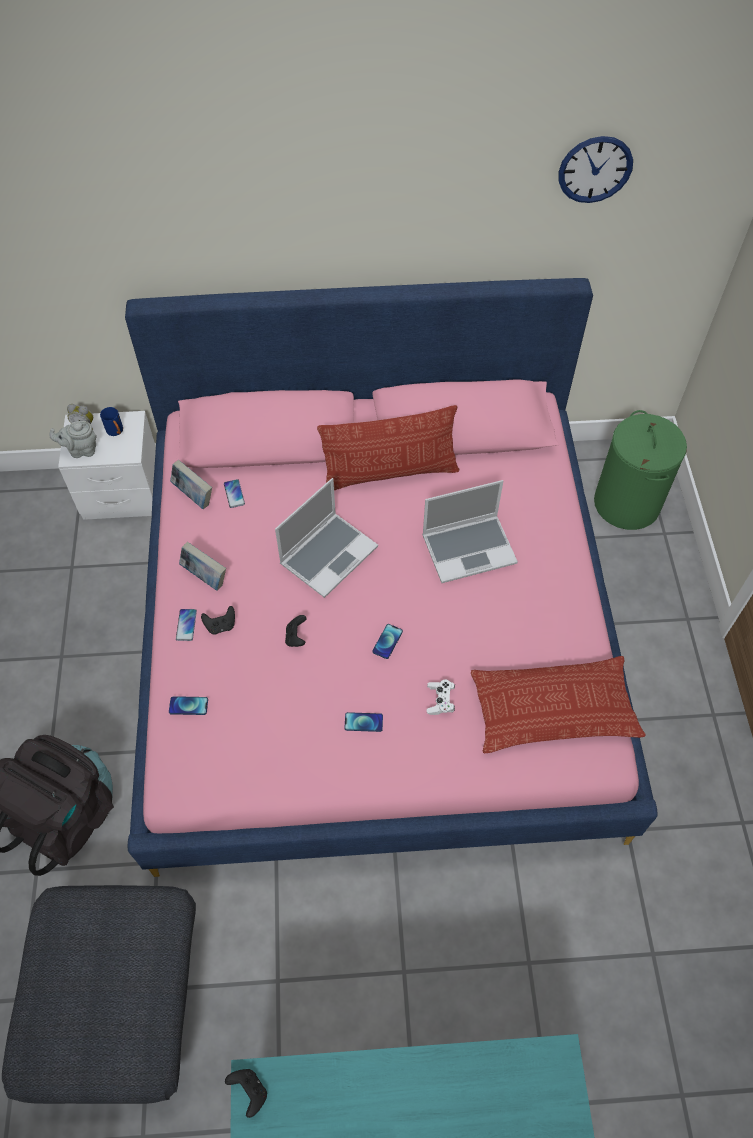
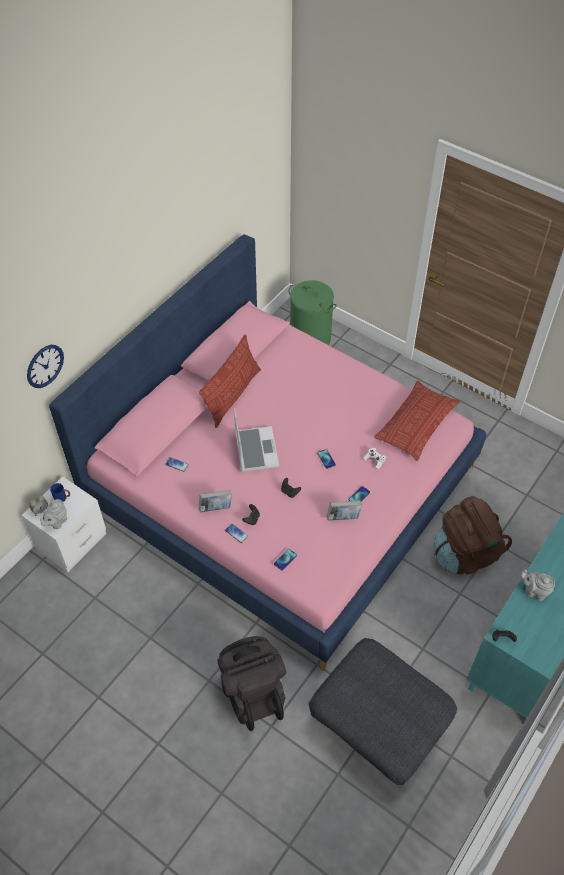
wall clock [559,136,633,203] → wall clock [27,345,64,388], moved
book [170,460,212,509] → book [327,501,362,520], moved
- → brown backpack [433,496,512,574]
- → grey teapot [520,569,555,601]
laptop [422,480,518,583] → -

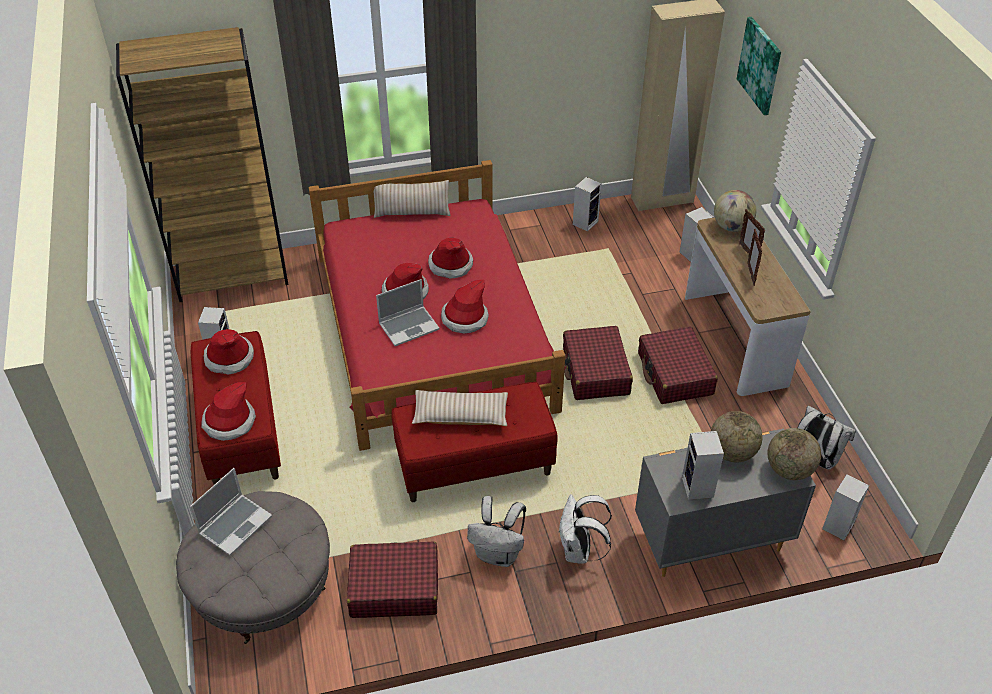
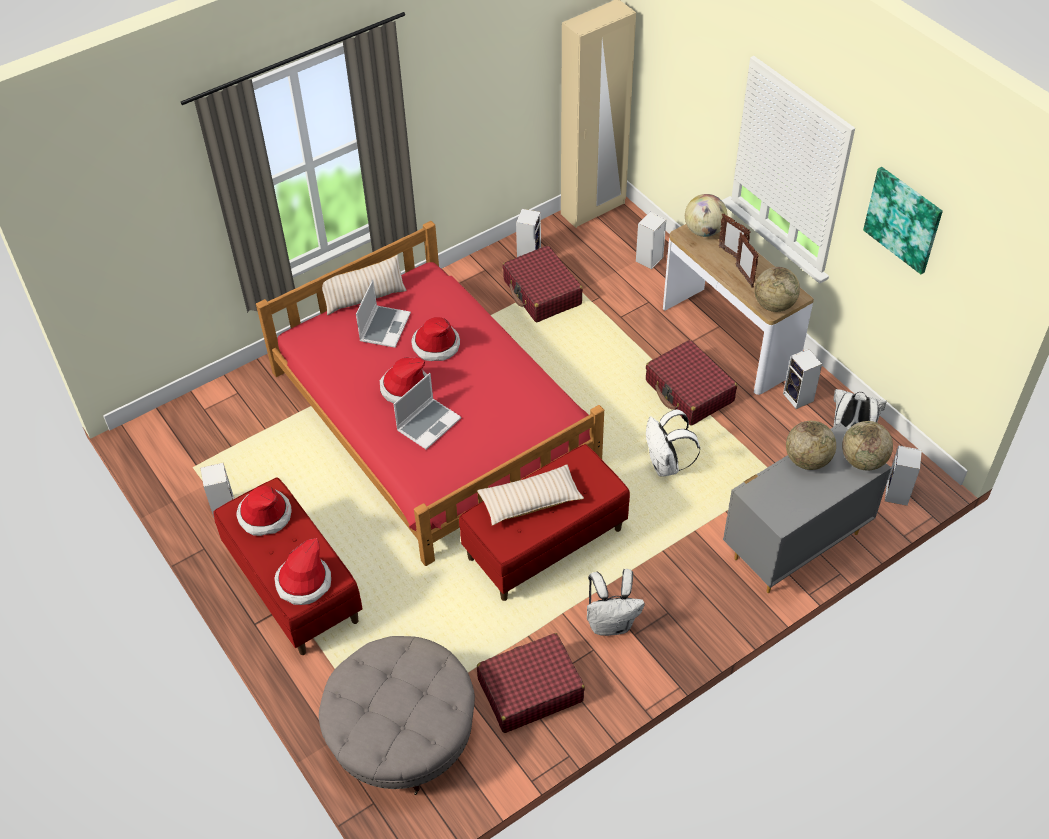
laptop [190,468,272,556] → laptop [356,280,411,348], moved
red suitcase [563,326,633,400] → red suitcase [502,245,583,322], moved
white backpack [558,494,612,564] → white backpack [646,409,700,477], moved
- → globe [754,267,800,312]
speaker [682,431,724,500] → speaker [783,349,822,409], moved
picture [737,17,781,115] → picture [863,167,943,274], moved
brown bookcase [116,27,288,302] → -
hat [441,280,489,334] → -

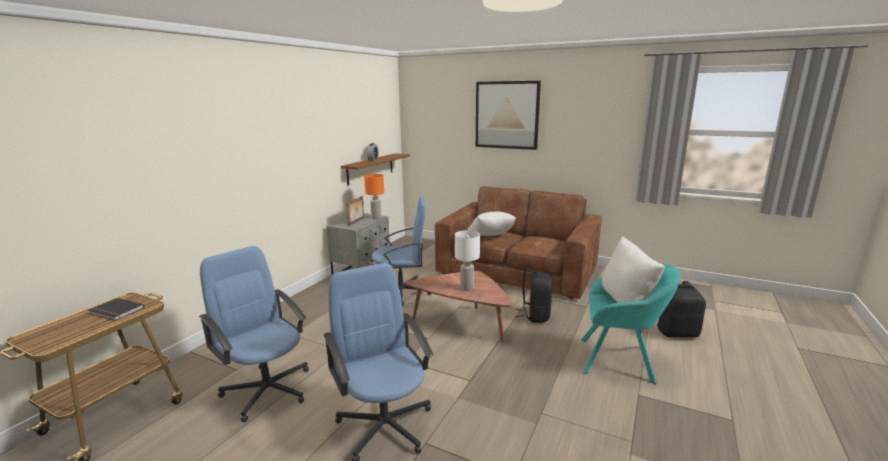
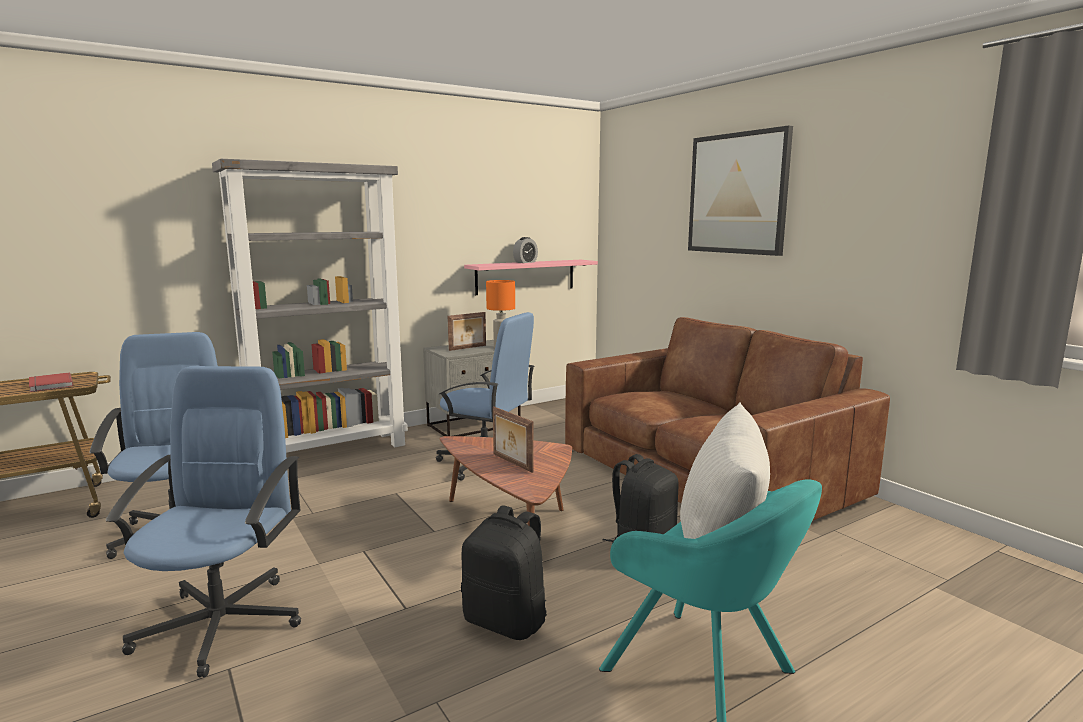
black book [89,298,144,321] → red book [29,372,73,392]
- → grey bookcase [212,159,408,453]
black backpack [657,281,706,337] → black backpack [461,505,547,640], moved
brown shelf [341,153,410,185] → pink shelf [464,260,598,295]
white table lamp [455,230,480,291] → picture frame [493,406,534,473]
white pillow [468,212,516,236] → -

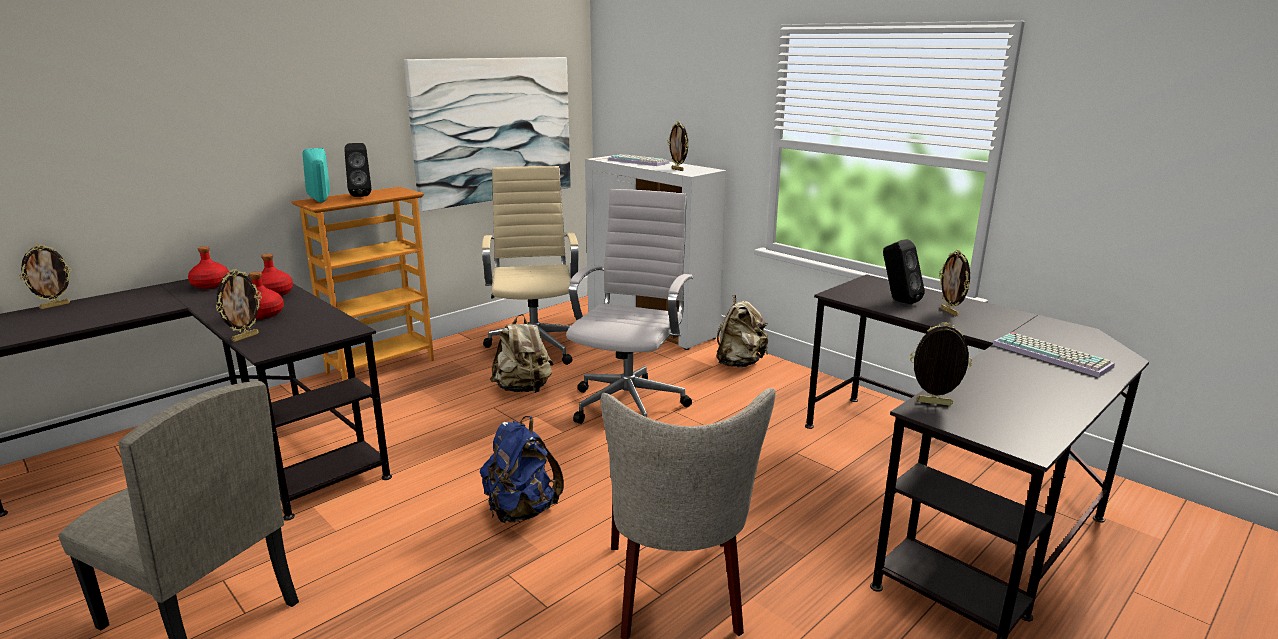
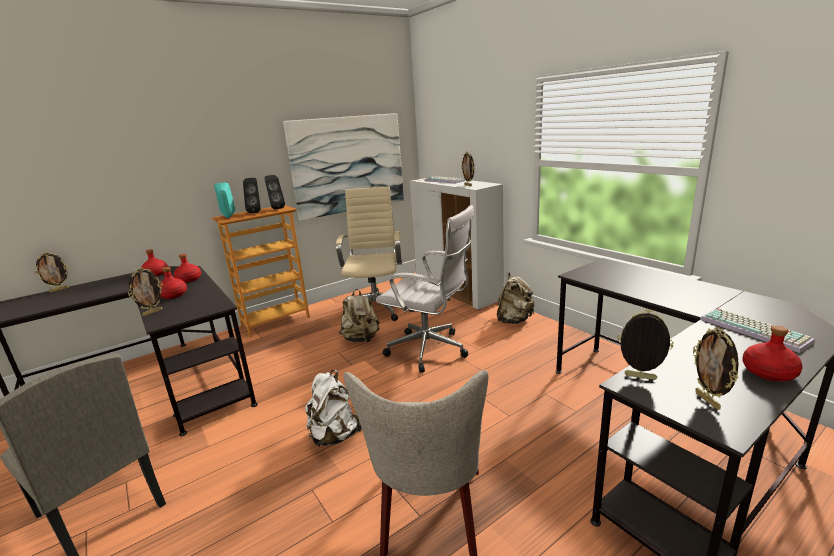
black speaker [883,239,925,304] → black speaker [265,175,285,209], moved
blue backpack [480,416,564,523] → white backpack [305,370,361,447]
white office chair [566,189,693,424] → white office chair [376,205,475,373], 90 degrees clockwise
picture frame [939,250,970,316] → picture frame [693,327,739,410], moved
- → red bottle [742,325,803,381]

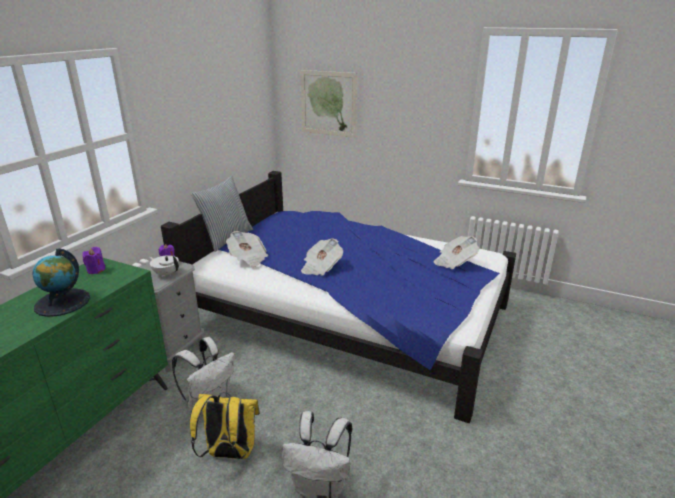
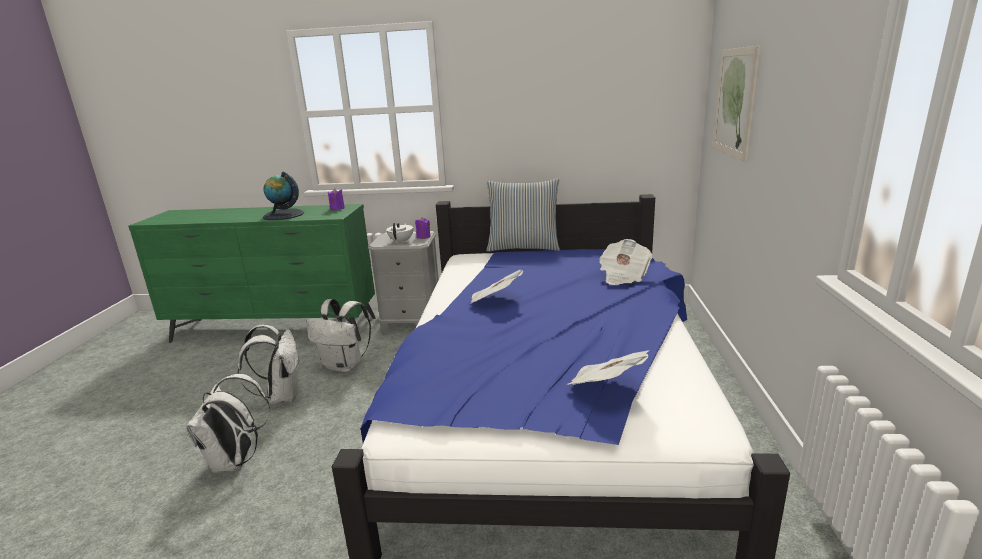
yellow backpack [190,392,260,459] → white backpack [237,325,301,404]
newspaper [226,231,268,267] → newspaper [599,239,652,285], moved

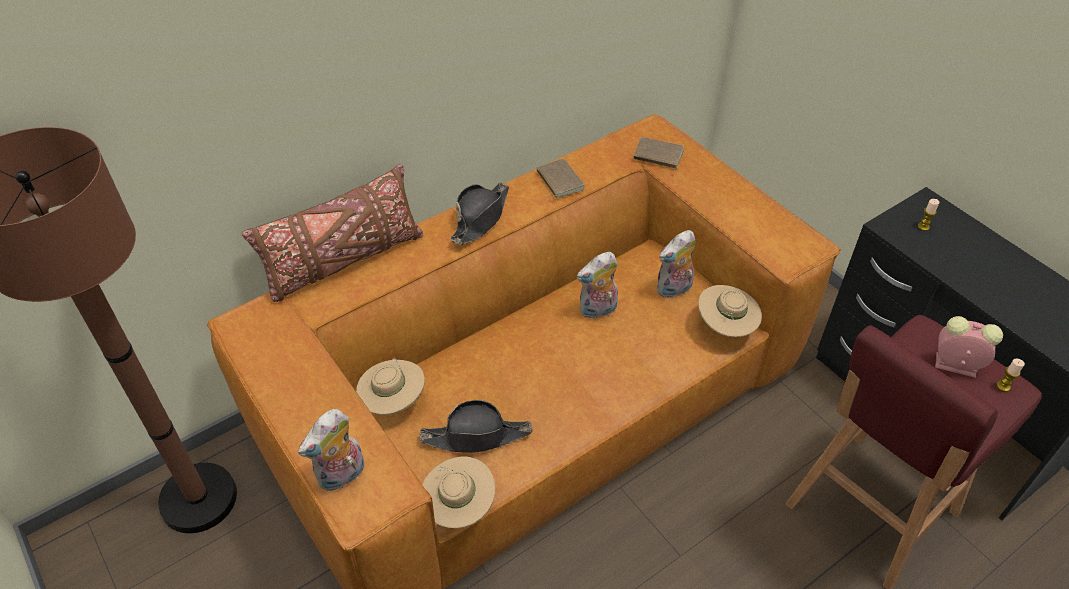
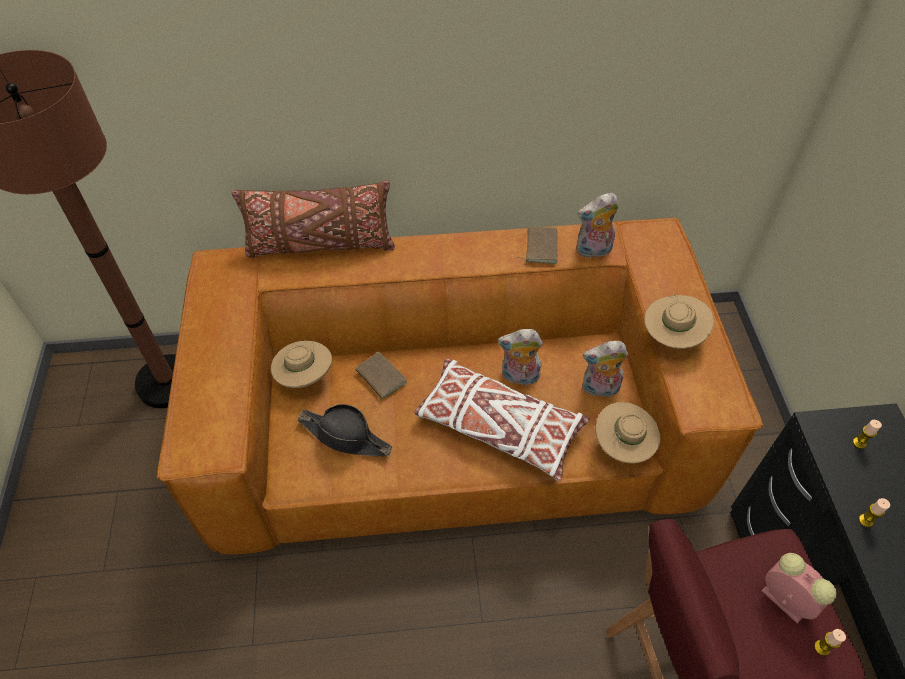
brown book [633,137,684,172] → brown book [355,352,407,403], moved
- → white pillow [414,359,590,481]
plush toy [298,409,365,491] → plush toy [576,193,619,259], moved
beige hat [422,456,495,528] → beige hat [644,294,714,349], moved
- → candle [859,498,890,527]
black hat [450,183,509,245] → -

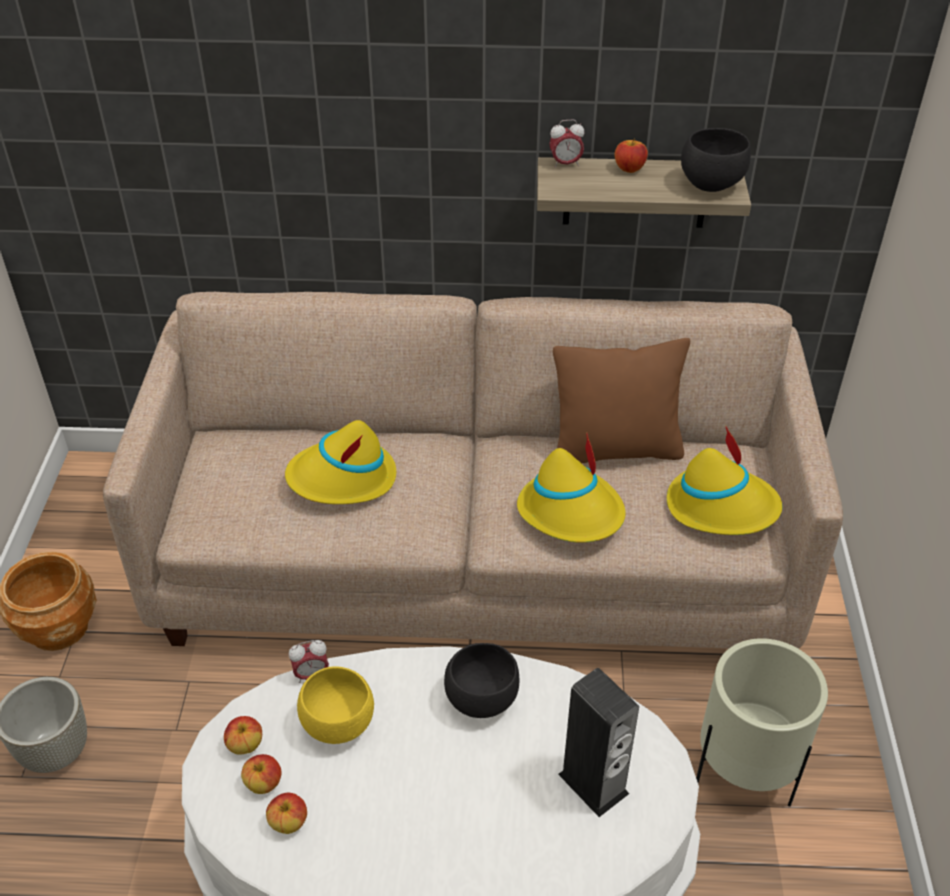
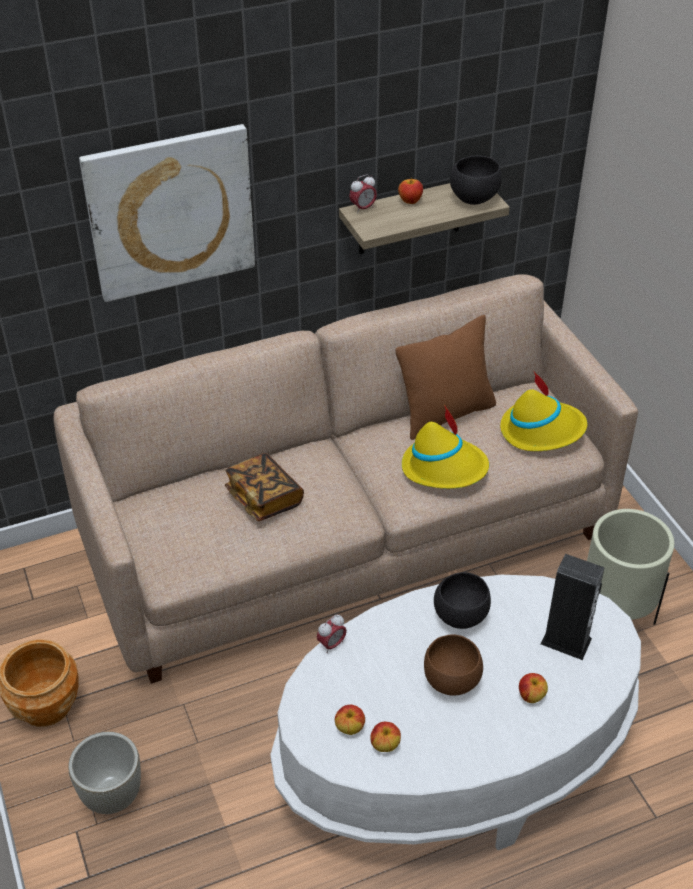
- → picture [79,124,255,302]
yellow hat [285,420,396,504] → book [225,453,304,521]
- → brown bowl [424,635,483,696]
apple [224,716,262,755] → apple [519,673,548,703], moved
yellow bowl [297,666,374,744] → -

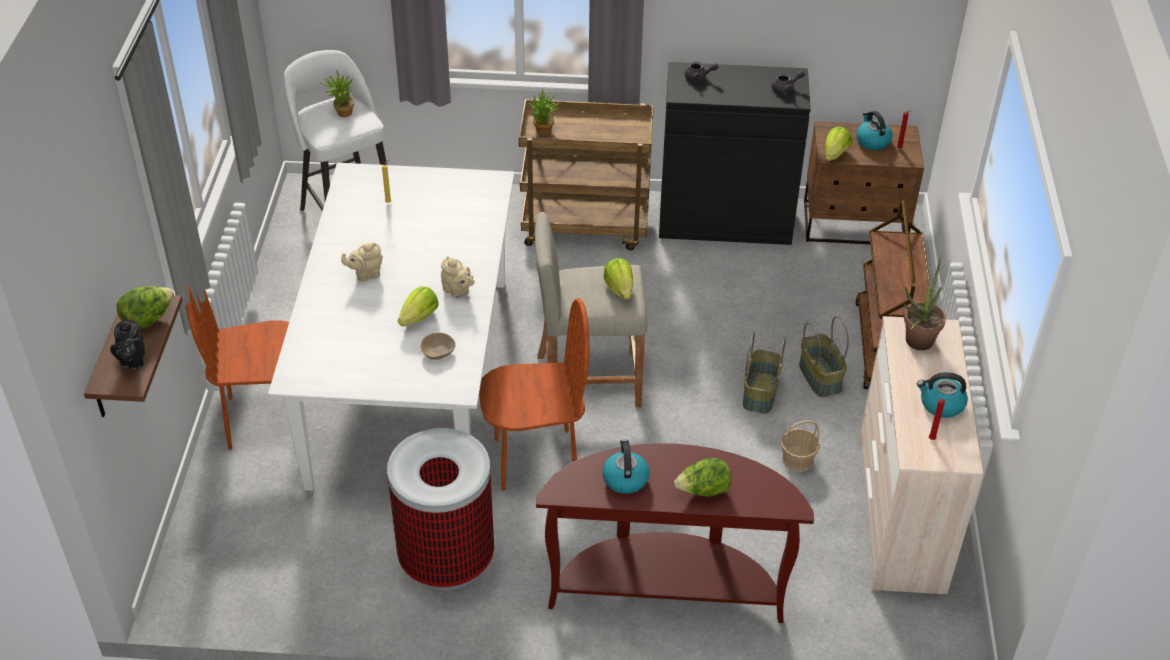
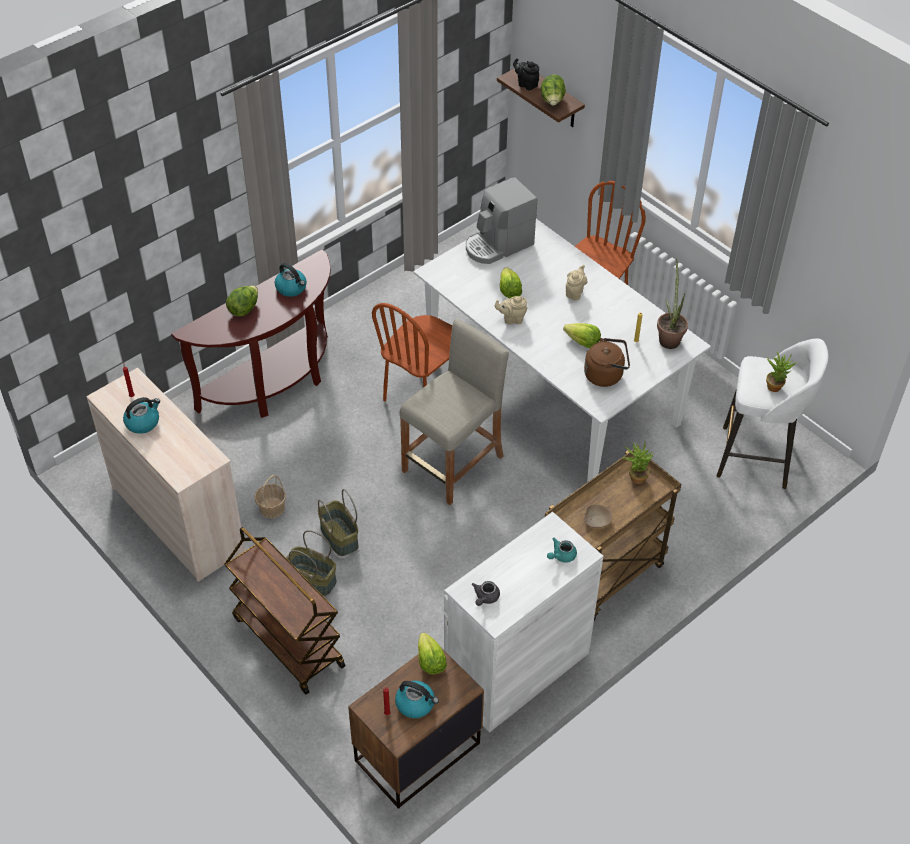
black cabinet [659,62,811,245] → white cabinet [444,512,603,732]
- → coffee machine [466,177,537,264]
grey teapot [684,62,719,81] → turquoise teapot [547,538,577,563]
lettuce [603,258,633,299] → lettuce [563,323,601,348], moved
- → brown kettle [584,338,630,387]
beige bowl [420,333,455,360] → beige bowl [584,504,613,528], moved
potted plant [904,256,946,350] → potted plant [657,259,688,349], moved
trash can [387,428,494,591] → -

